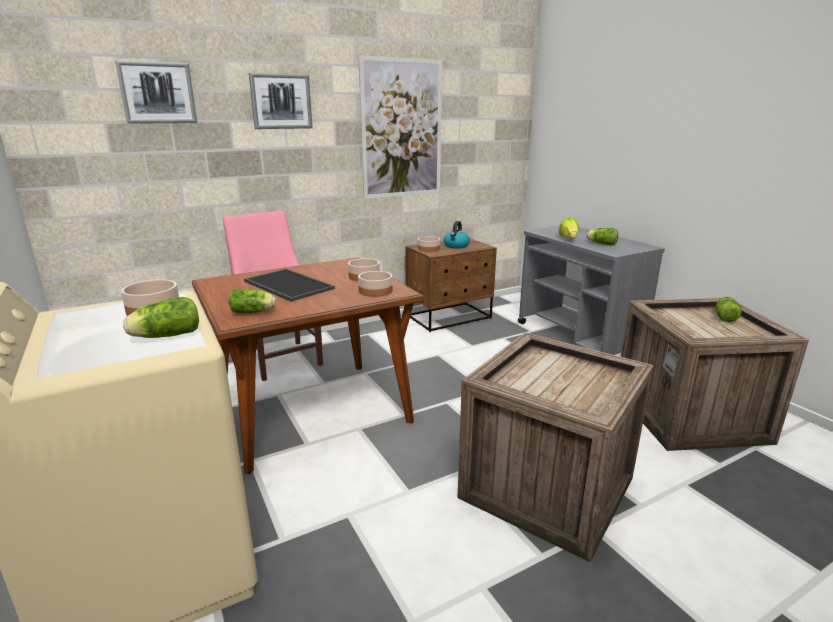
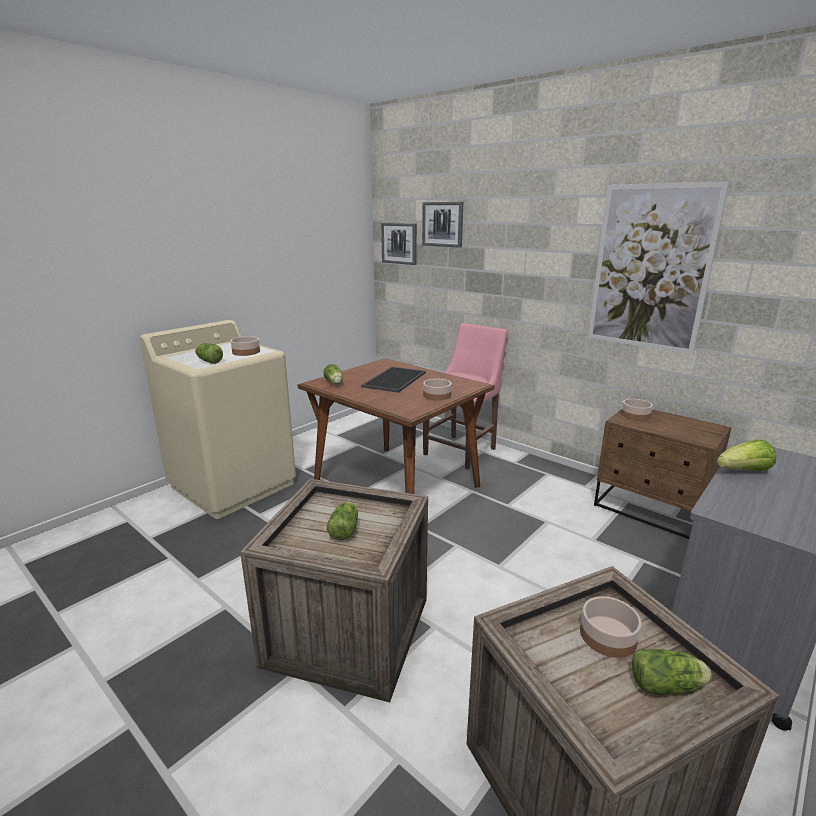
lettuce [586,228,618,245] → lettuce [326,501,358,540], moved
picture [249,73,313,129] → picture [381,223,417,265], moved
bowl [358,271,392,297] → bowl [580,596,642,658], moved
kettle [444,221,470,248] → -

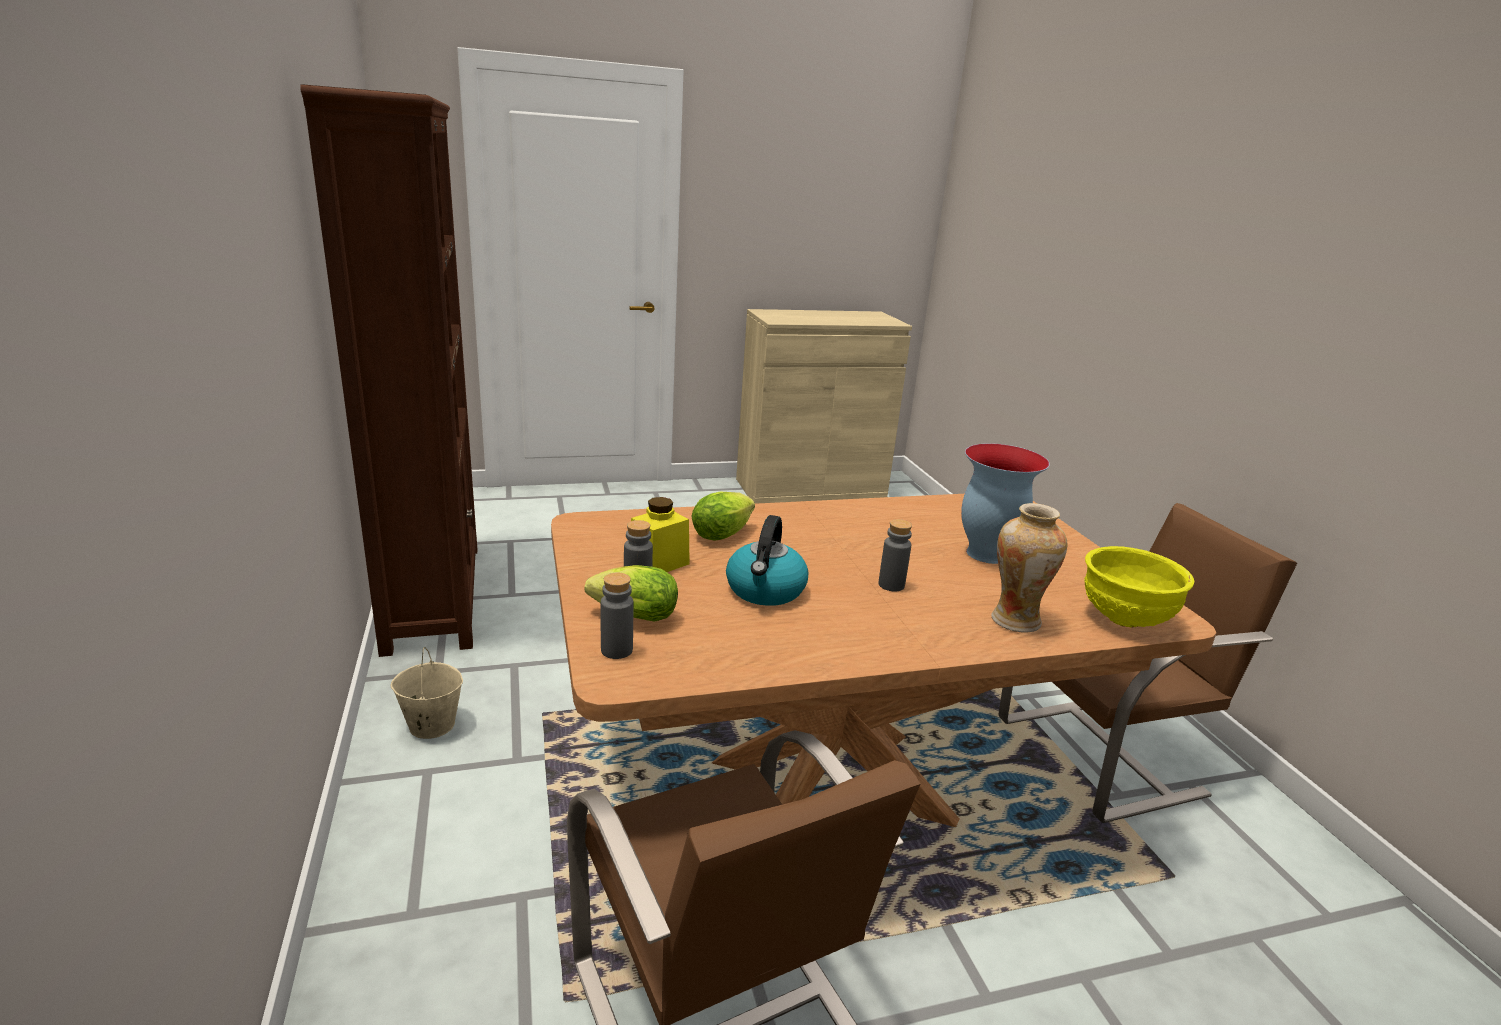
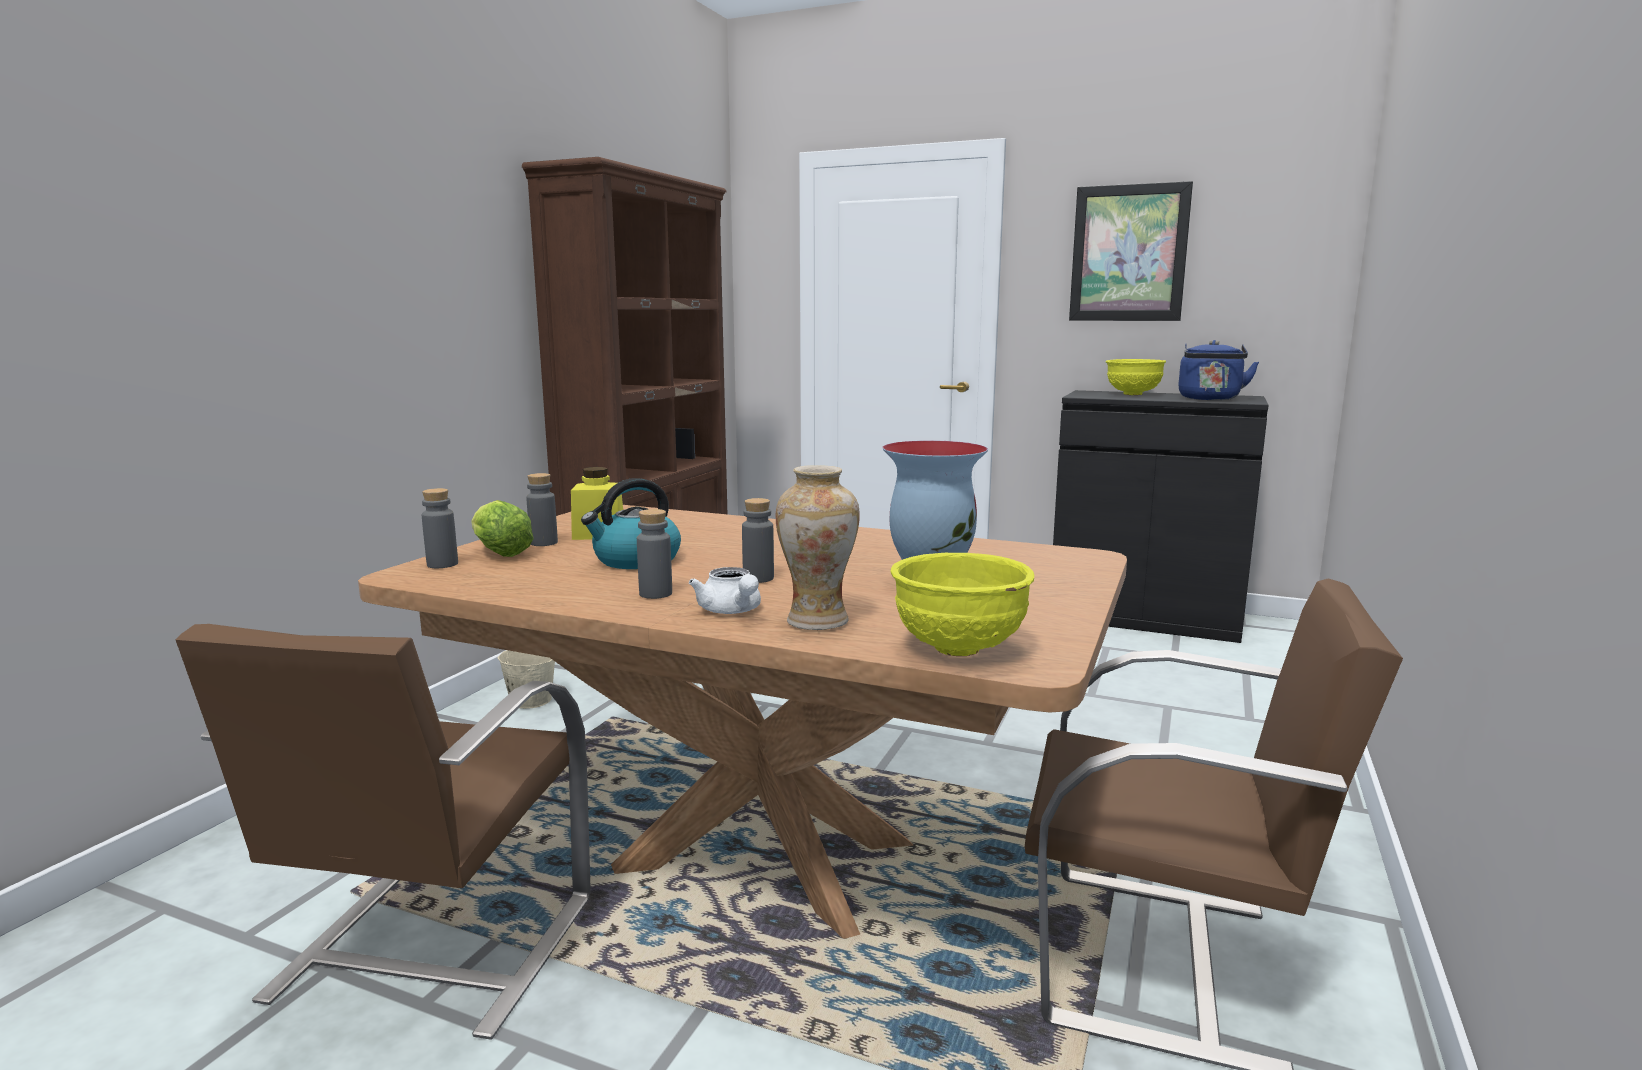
- → grey bottle [637,509,672,599]
- → white teapot [689,567,761,614]
beige cabinet [736,309,912,504] → black cabinet [1053,390,1269,643]
- → picture [1069,181,1193,321]
- → yellow bowl [1106,359,1166,395]
- → blue kettle [1178,340,1259,400]
lettuce [691,492,755,541] → -

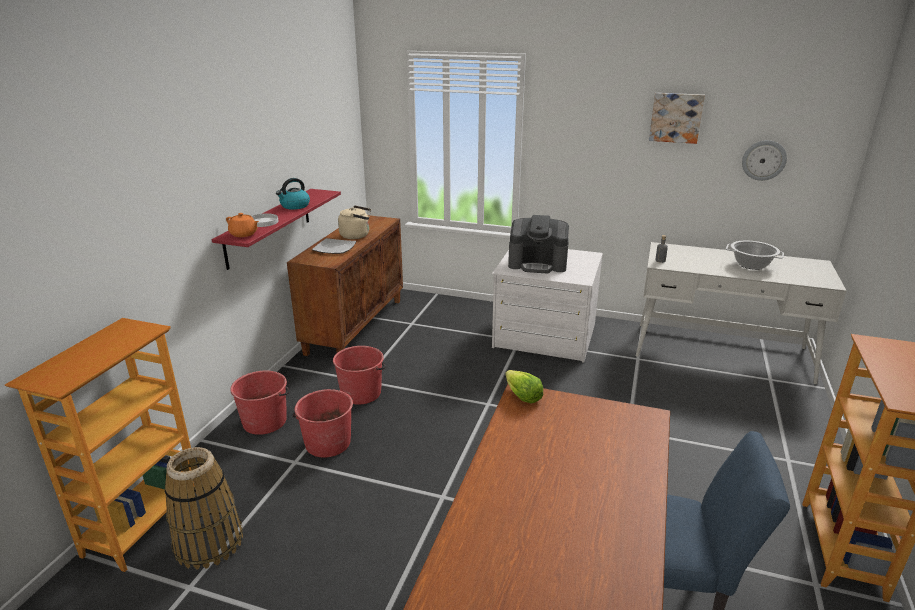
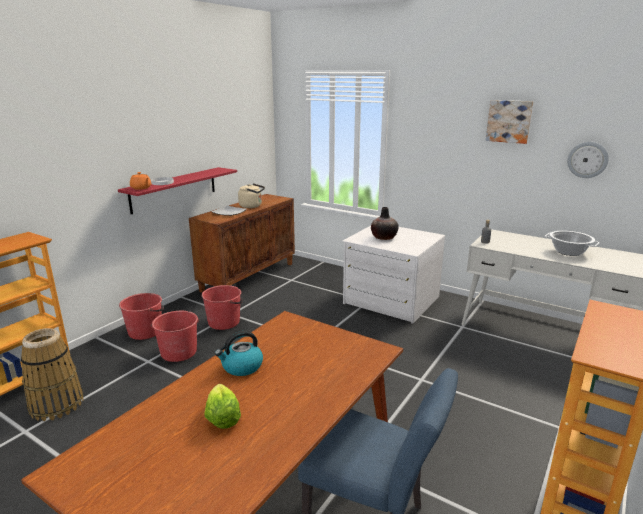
lettuce [505,370,543,403] → lettuce [204,384,241,429], moved
kettle [276,178,310,209] → kettle [215,331,263,376], moved
coffee machine [508,215,569,273] → vase [371,207,399,240]

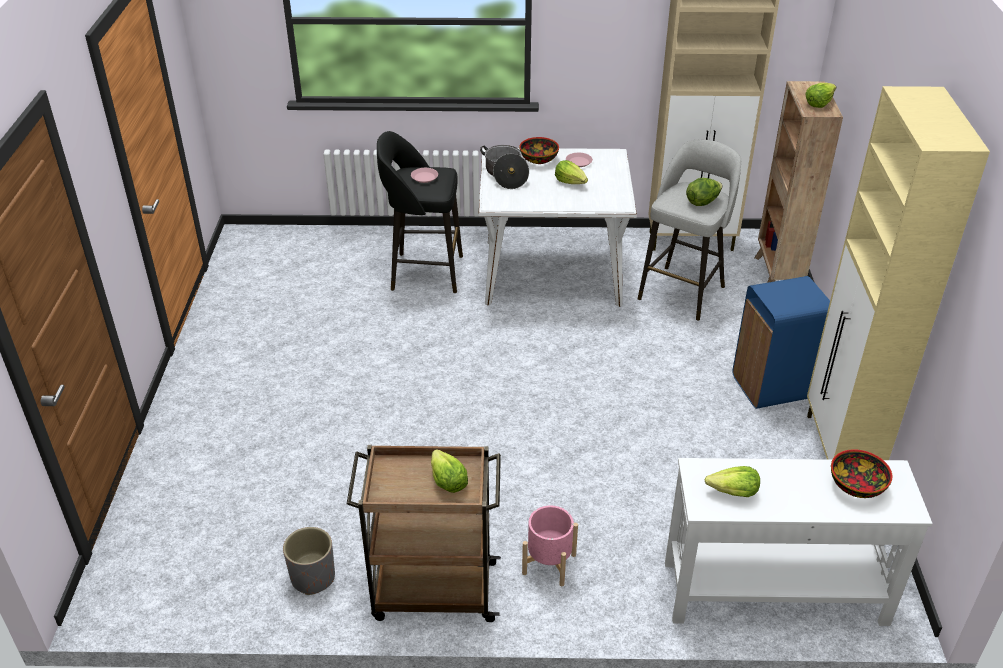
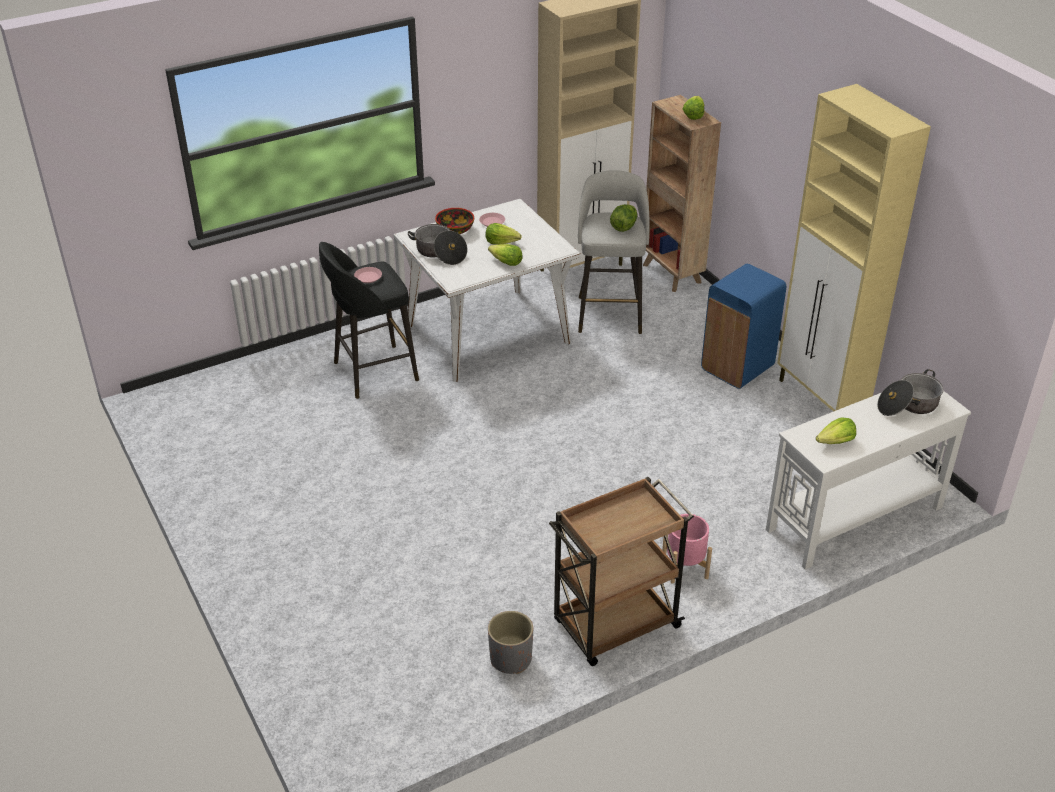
lettuce [431,449,468,493] → lettuce [488,244,523,266], moved
bowl [831,449,893,498] → cooking pot [877,369,944,416]

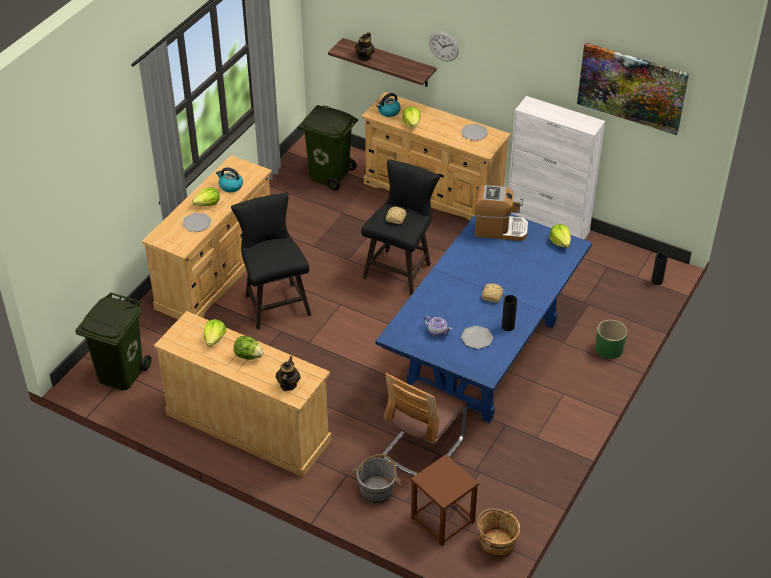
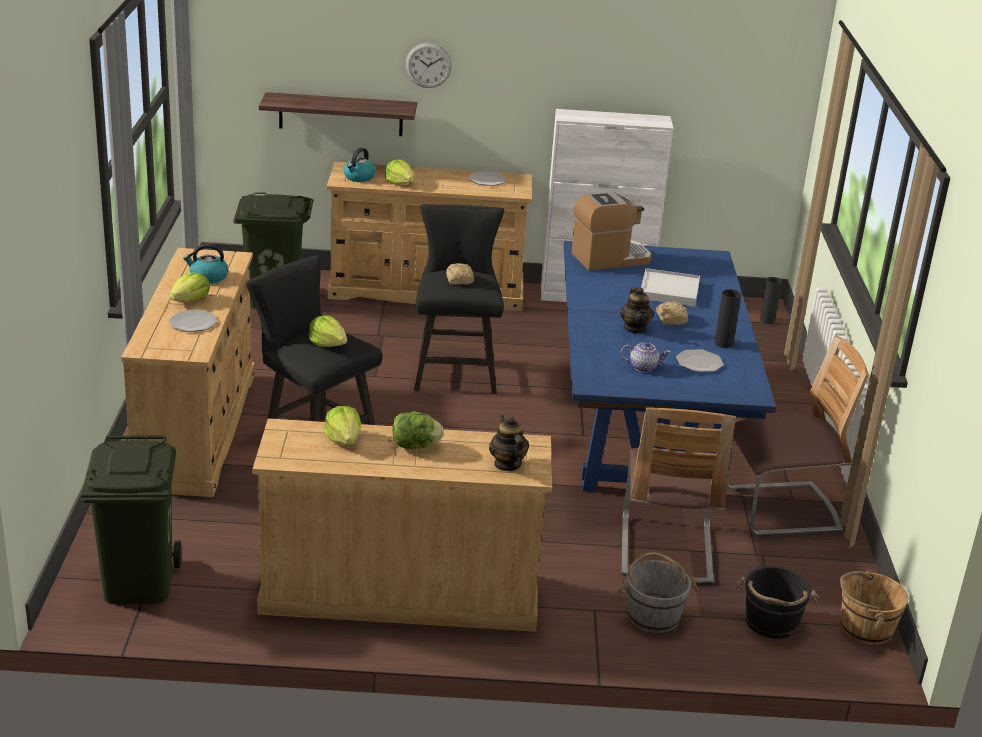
lettuce [549,224,571,248] → lettuce [309,315,347,347], moved
teapot [355,32,375,61] → teapot [620,287,654,334], moved
- → white tray [641,268,700,307]
- → chair [727,335,869,536]
brown stool [411,454,479,546] → black bucket [734,566,819,639]
picture [577,43,689,135] → -
green planter [595,320,627,359] → -

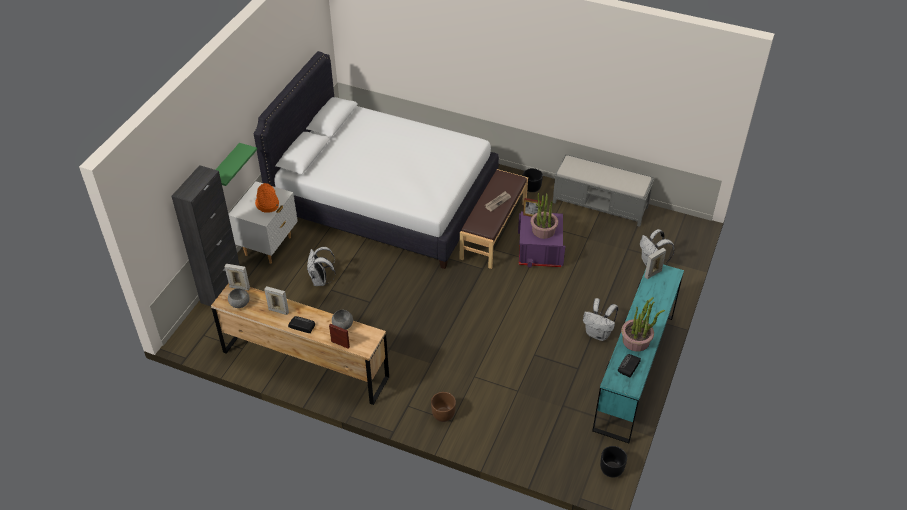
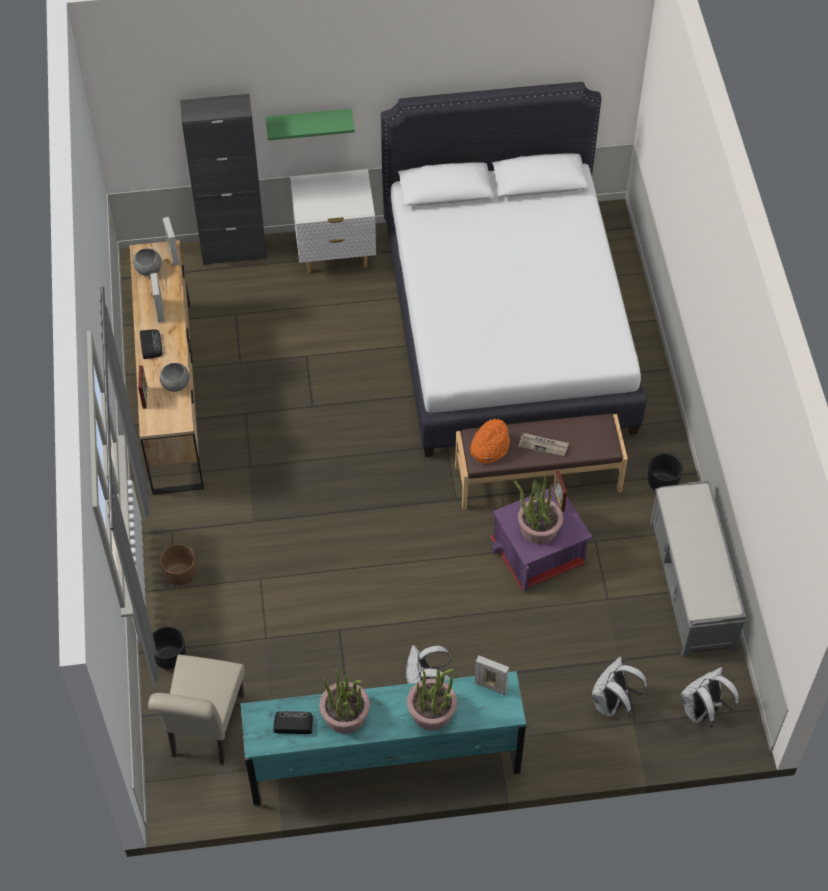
- → beige chair [148,655,245,765]
black planter [600,446,627,478] → black planter [152,627,186,670], moved
- → potted plant [407,669,457,730]
orange hat [255,183,279,213] → orange hat [470,418,510,464], moved
white backpack [307,247,336,286] → white backpack [681,667,739,730], moved

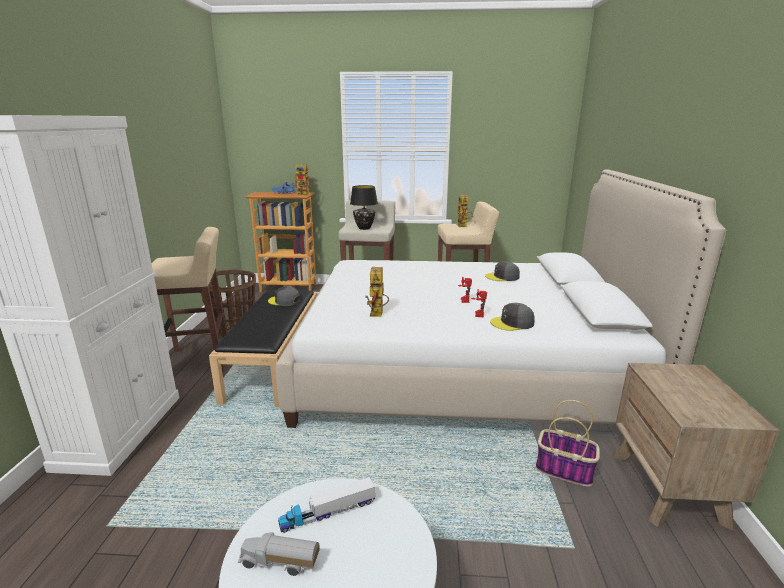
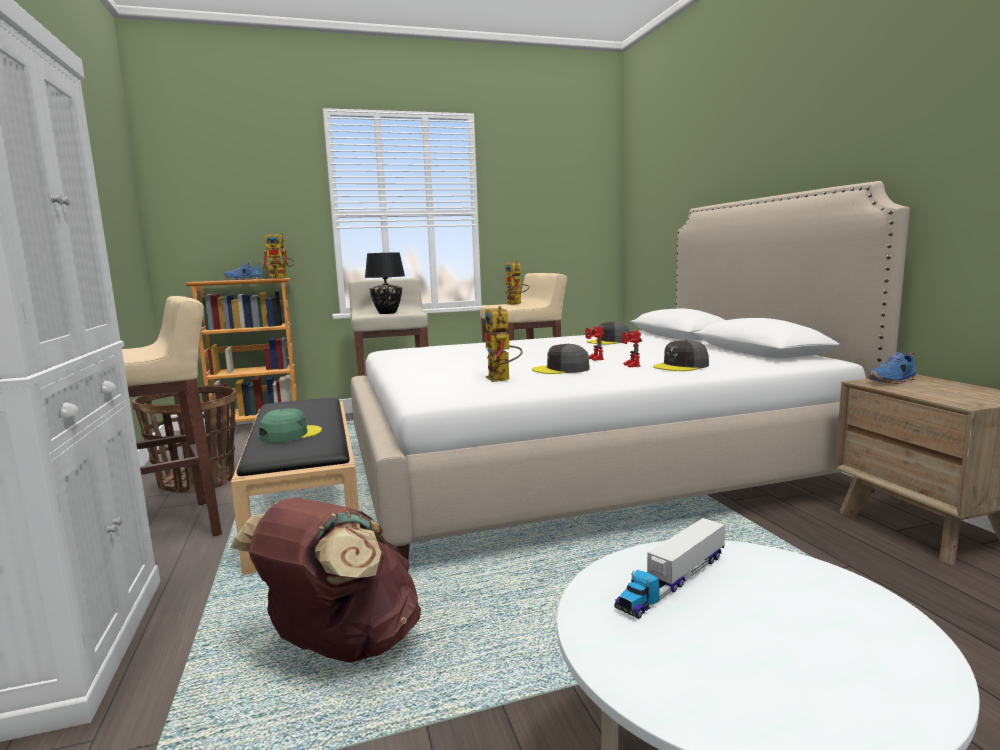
- → brown backpack [230,498,421,663]
- → green cap [259,408,322,443]
grey cap [268,286,300,306] → grey cap [532,344,590,374], moved
- → blue shoe [868,352,916,384]
toy truck [238,532,320,576] → -
basket [536,400,600,487] → -

